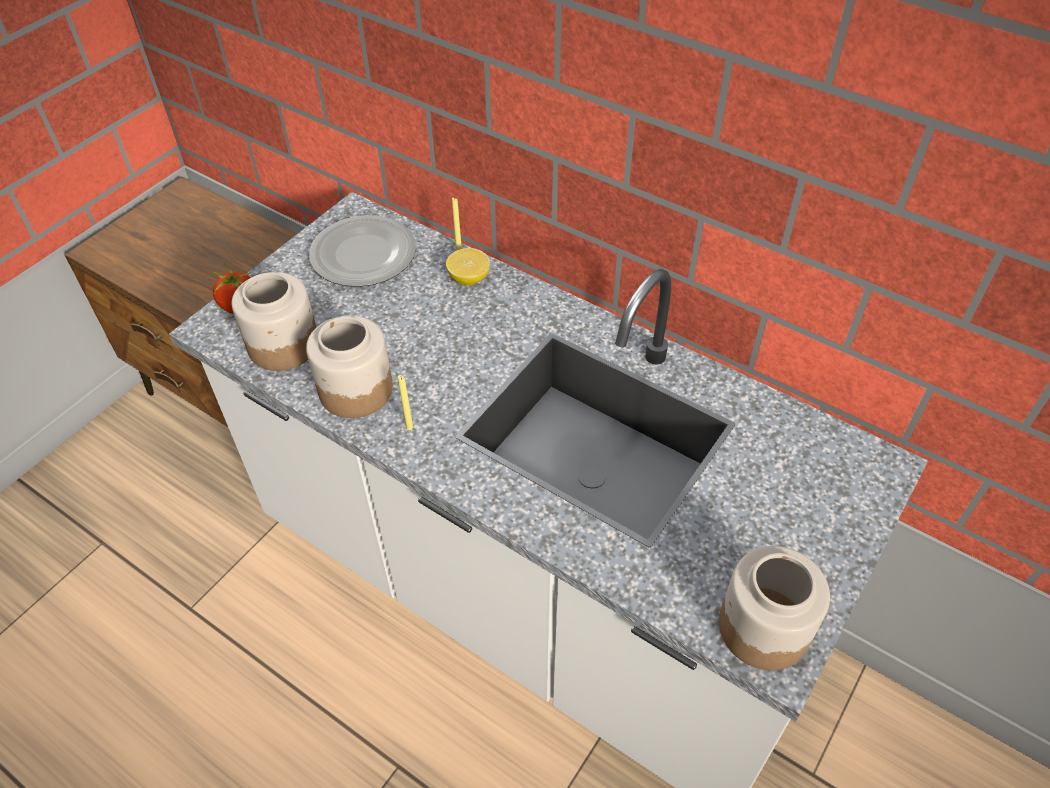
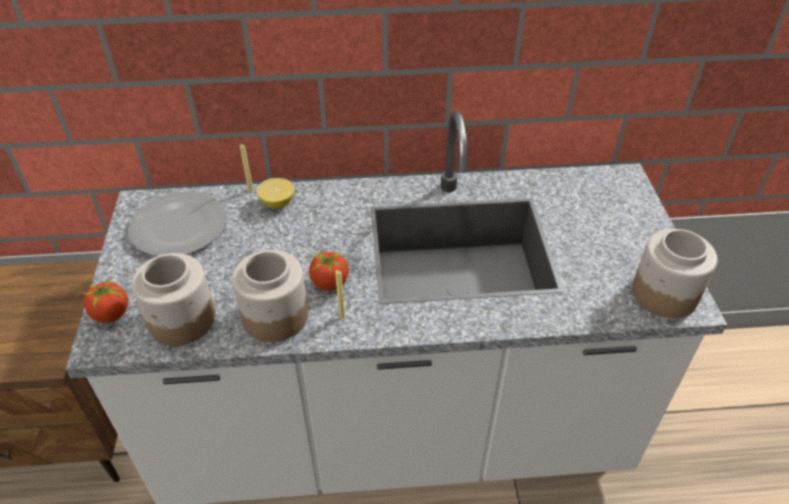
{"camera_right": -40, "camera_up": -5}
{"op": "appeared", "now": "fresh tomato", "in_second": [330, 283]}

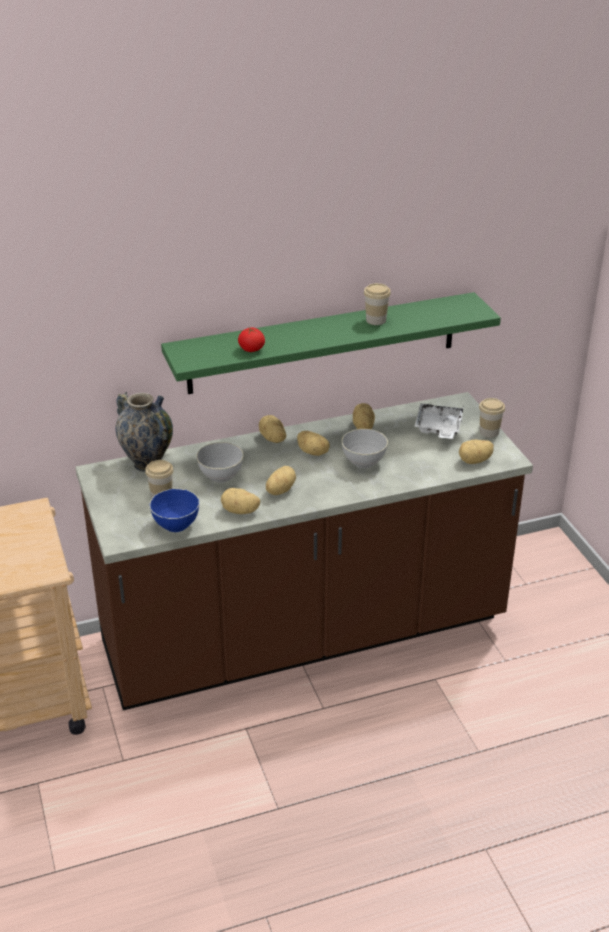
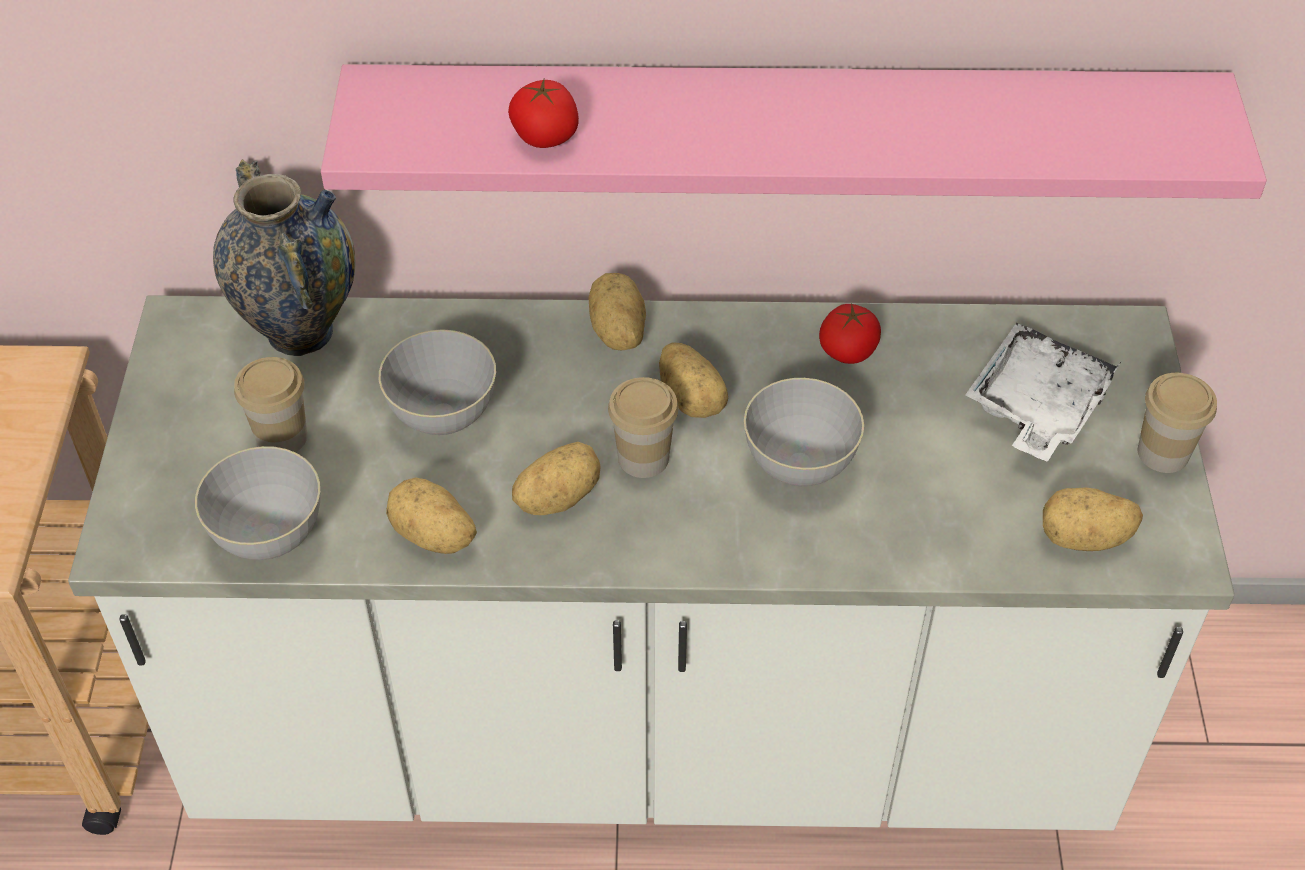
{"camera_right": 20, "camera_up": 15}
{"op": "relocated", "was": "small cup", "in_first": [376, 320], "in_second": [643, 458]}
{"op": "exchanged", "was": "spud", "now": "fresh tomato", "in_first": [362, 427], "in_second": [847, 351]}
{"op": "colour", "was": "kitchen base unit/brown", "now": "kitchen base unit/white-coloured", "in_first": [304, 637], "in_second": [652, 734]}
{"op": "colour", "was": "deep dish/blue", "now": "deep dish/gray", "in_first": [176, 525], "in_second": [269, 535]}
{"op": "colour", "was": "shelf/green", "now": "shelf/pinkish", "in_first": [323, 343], "in_second": [782, 130]}

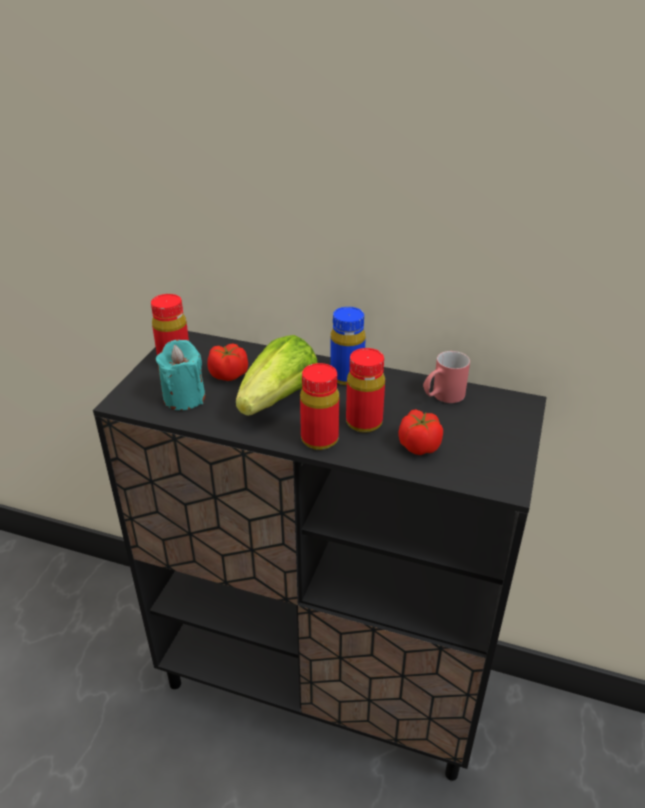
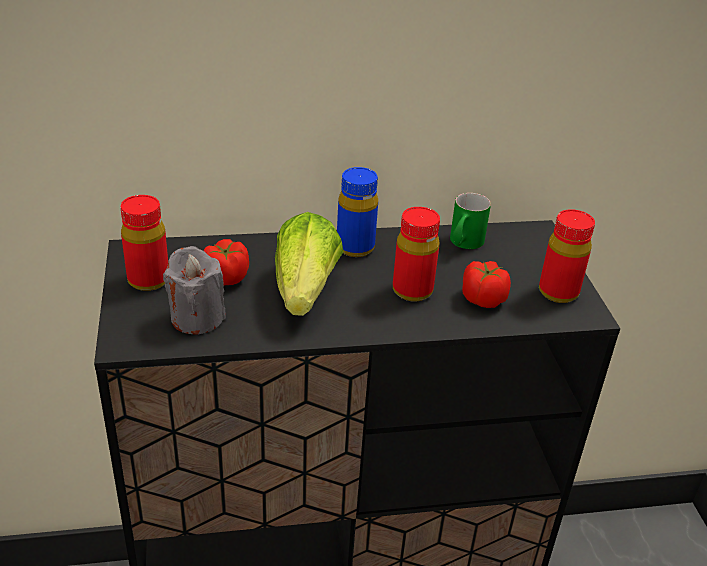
{"camera_right": -30, "camera_up": 0}
{"op": "relocated", "was": "beverage bottle/reddish", "in_first": [319, 439], "in_second": [558, 292]}
{"op": "colour", "was": "wax candle/turquoise-coloured", "now": "wax candle/gray", "in_first": [184, 398], "in_second": [197, 318]}
{"op": "colour", "was": "mug/reddish", "now": "mug/green", "in_first": [442, 397], "in_second": [463, 244]}

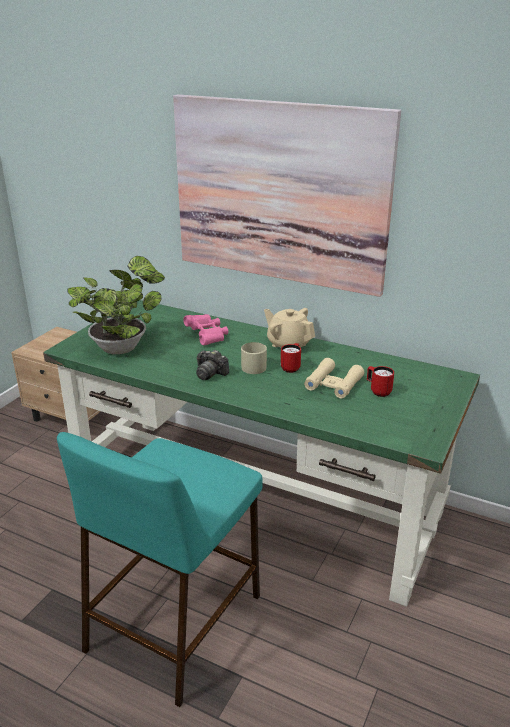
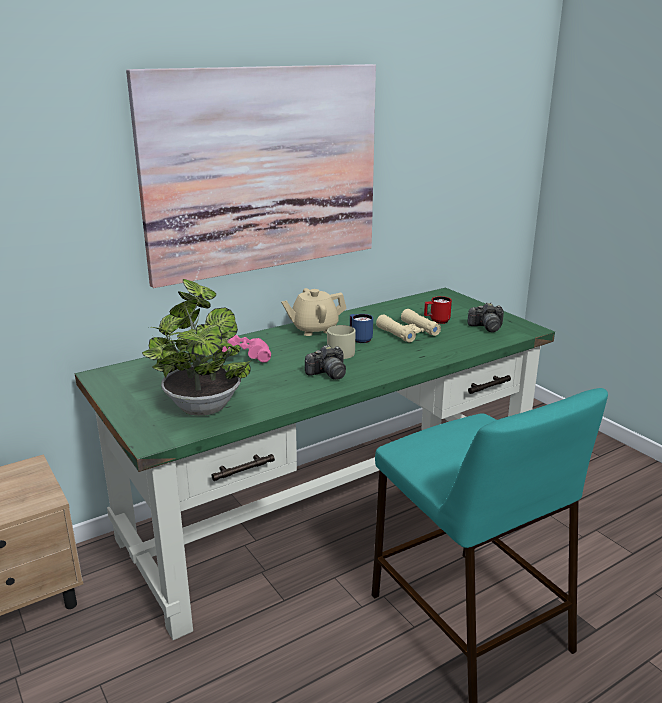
{"camera_right": -60, "camera_up": -5}
{"op": "appeared", "now": "still camera", "in_second": [486, 327]}
{"op": "colour", "was": "mug/reddish", "now": "mug/blue", "in_first": [291, 367], "in_second": [359, 339]}

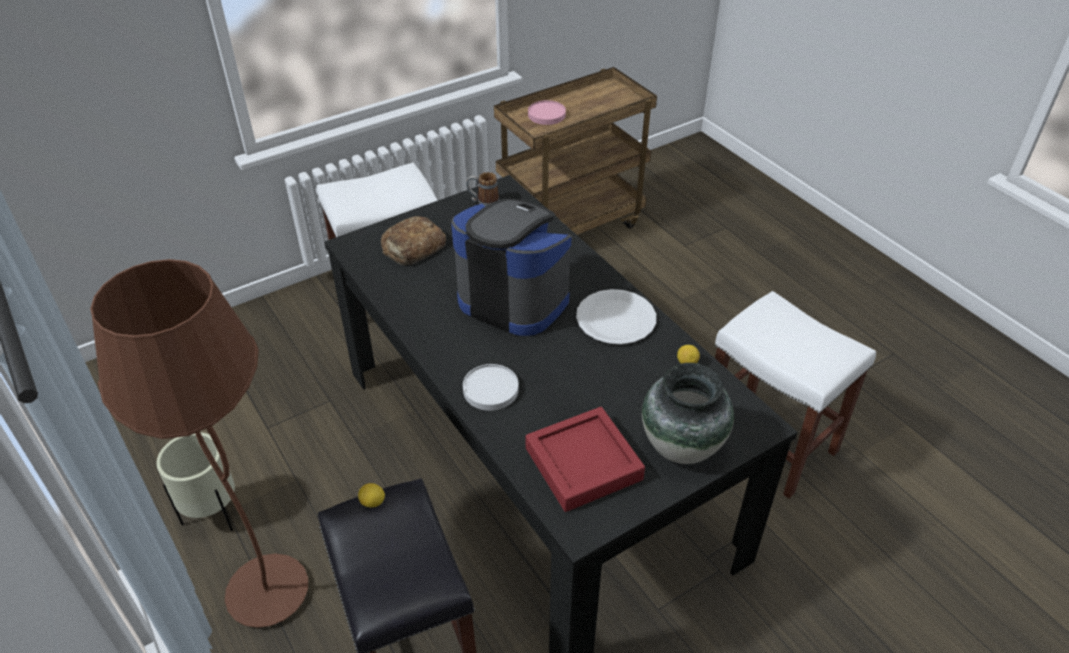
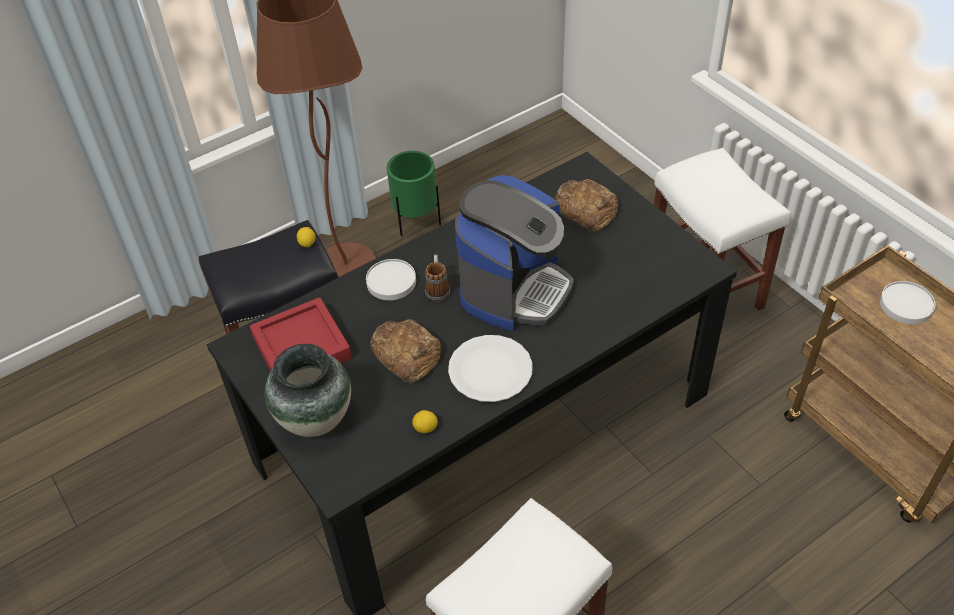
{"camera_right": 90, "camera_up": 5}
{"op": "appeared", "now": "bakery bread", "in_second": [406, 354]}
{"op": "relocated", "was": "mug", "in_first": [483, 202], "in_second": [438, 289]}
{"op": "colour", "was": "planter/beige", "now": "planter/green", "in_first": [214, 515], "in_second": [417, 223]}
{"op": "colour", "was": "flat dish/pinkish", "now": "flat dish/white-coloured", "in_first": [546, 115], "in_second": [905, 305]}

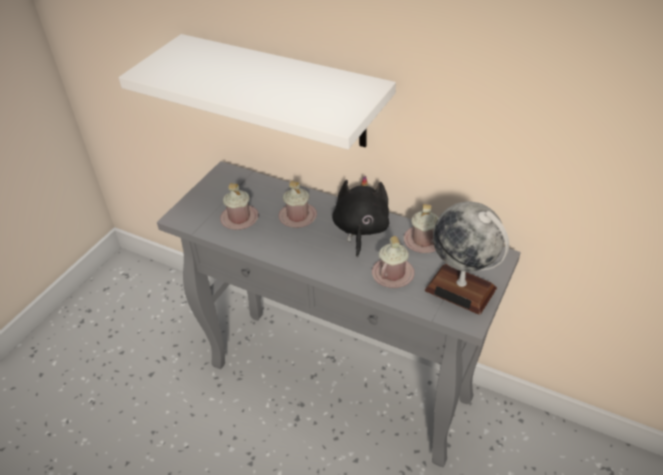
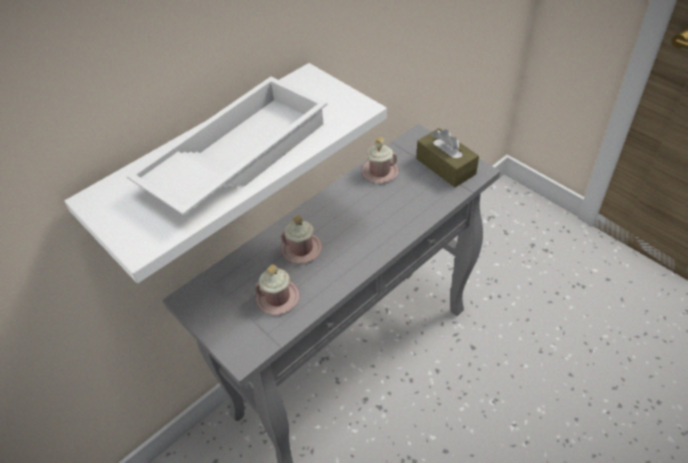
{"camera_right": -70, "camera_up": 5}
{"op": "missing", "was": "soft toy/black-coloured", "in_first": [360, 229]}
{"op": "missing", "was": "mug/pinkish", "in_first": [393, 274]}
{"op": "appeared", "now": "carrying tray/white-coloured", "in_second": [235, 155]}
{"op": "exchanged", "was": "globe", "now": "tissue box/brown", "in_first": [461, 289], "in_second": [445, 166]}

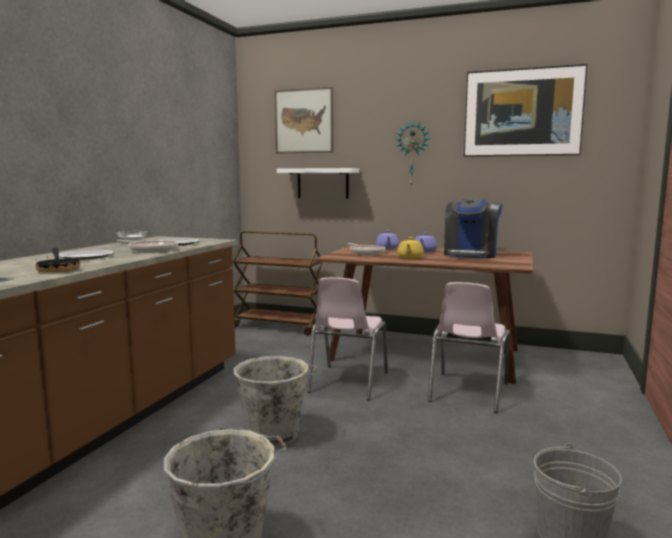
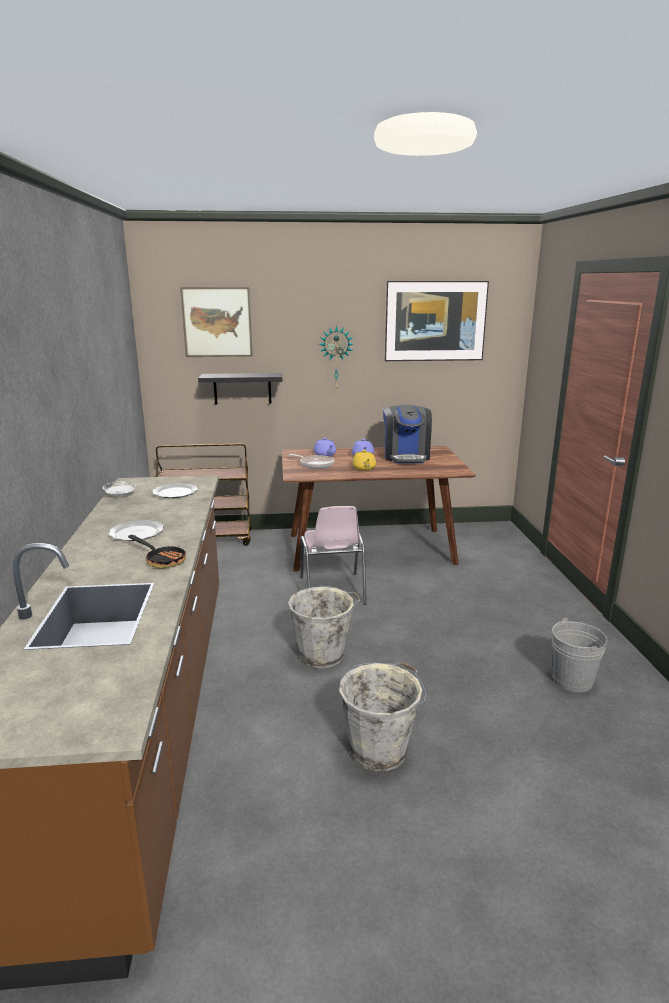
{"camera_right": -25, "camera_up": 10}
{"op": "missing", "was": "skillet", "in_first": [151, 250]}
{"op": "missing", "was": "upright chair/pinkish", "in_first": [467, 392]}
{"op": "colour", "was": "shelf/white-coloured", "now": "shelf/black-coloured", "in_first": [323, 183], "in_second": [242, 388]}

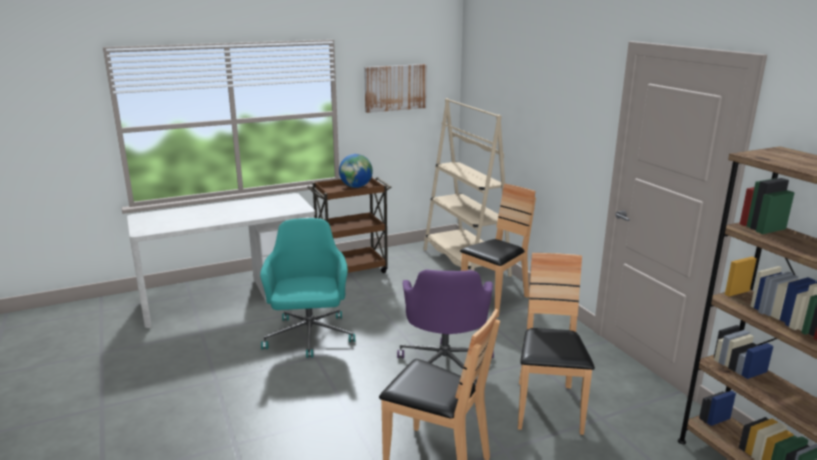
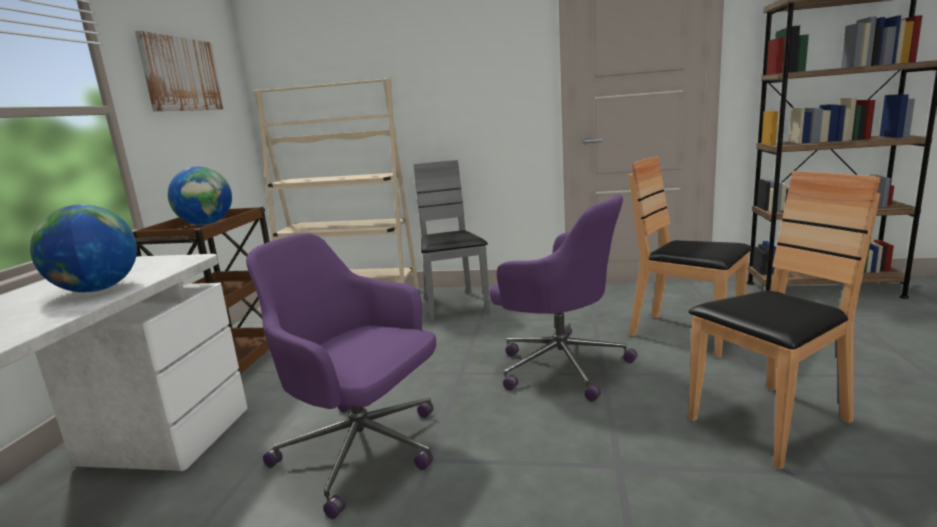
{"camera_right": -55, "camera_up": -5}
{"op": "appeared", "now": "globe", "in_second": [97, 290]}
{"op": "colour", "was": "desk chair/turquoise-coloured", "now": "desk chair/purplish", "in_first": [309, 337], "in_second": [363, 451]}
{"op": "colour", "was": "upright chair/brown", "now": "upright chair/gray", "in_first": [495, 300], "in_second": [454, 306]}

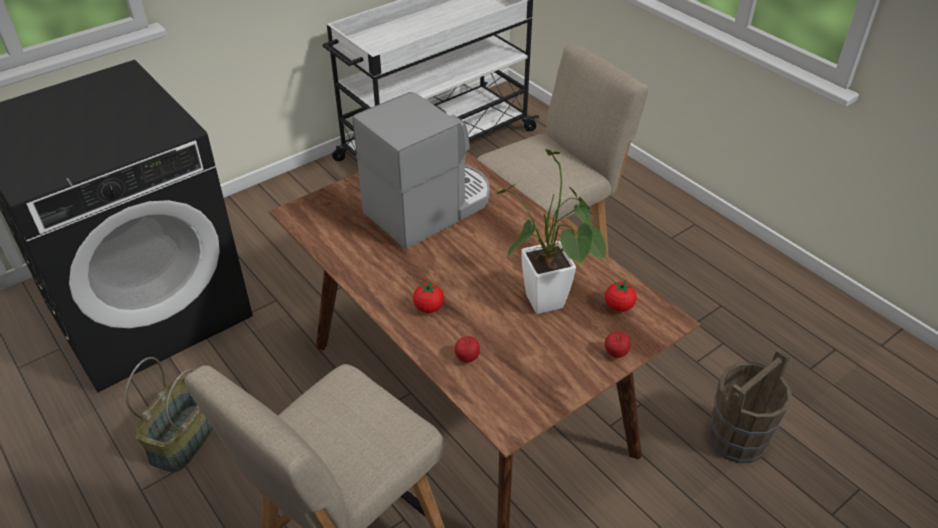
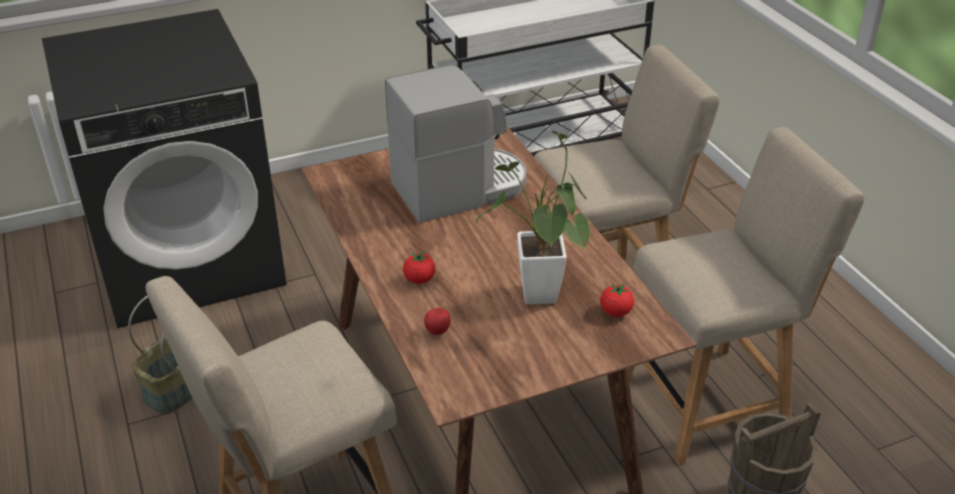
{"camera_right": 15, "camera_up": -5}
{"op": "missing", "was": "apple", "in_first": [615, 354]}
{"op": "appeared", "now": "upright chair/beige", "in_second": [710, 401]}

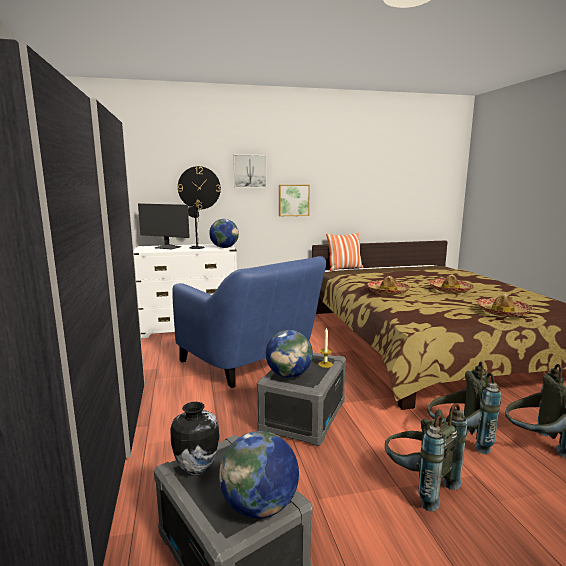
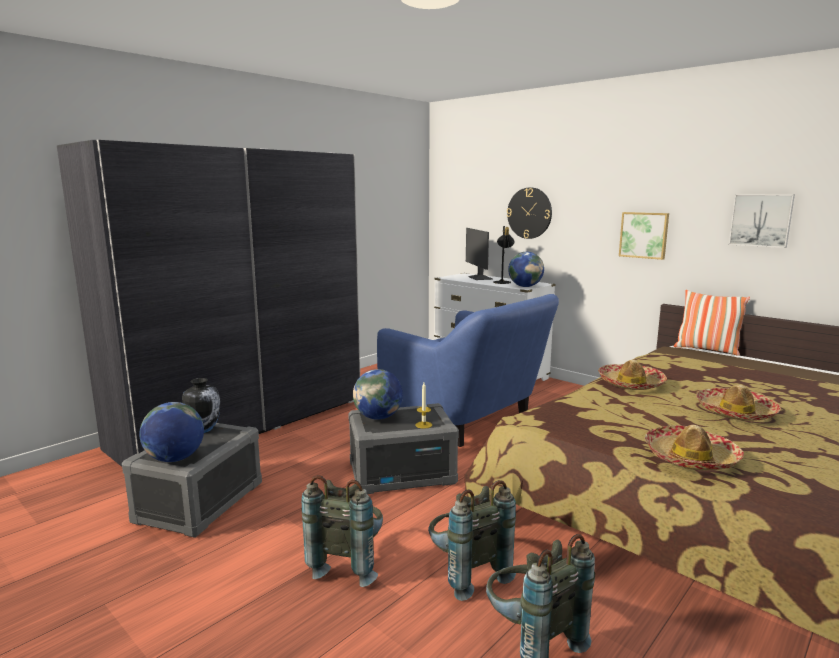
{"camera_right": 55, "camera_up": 0}
{"op": "relocated", "was": "wall picture", "in_first": [249, 171], "in_second": [761, 220]}
{"op": "spun", "was": "lounge chair/blue", "in_first": [252, 363], "in_second": [467, 420], "clockwise": -60}

